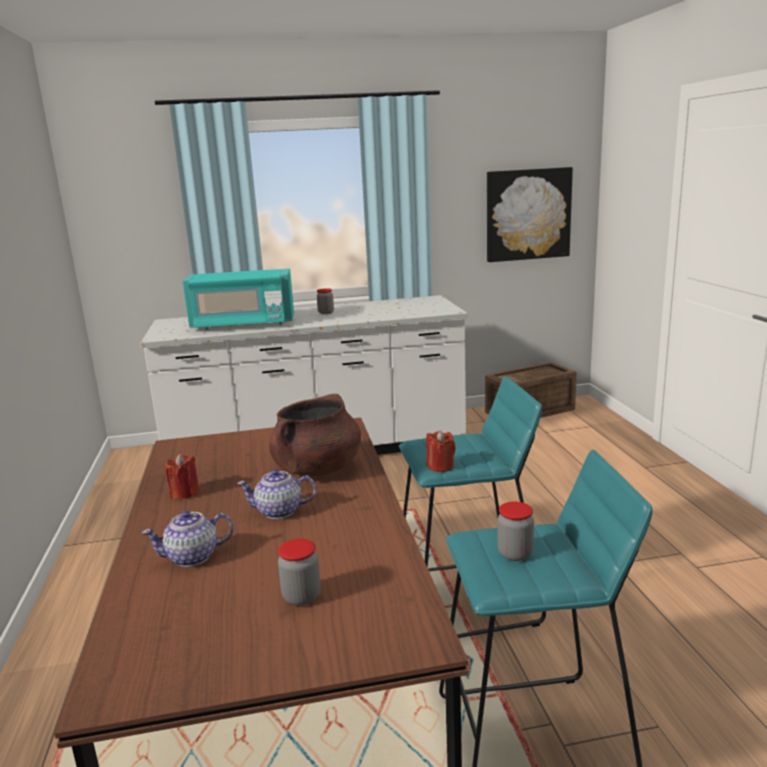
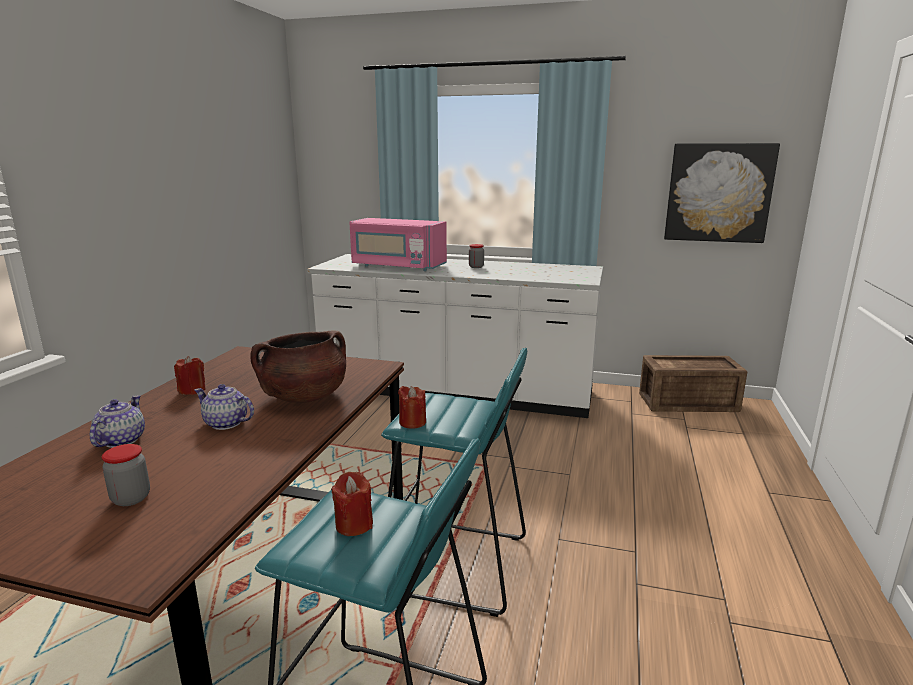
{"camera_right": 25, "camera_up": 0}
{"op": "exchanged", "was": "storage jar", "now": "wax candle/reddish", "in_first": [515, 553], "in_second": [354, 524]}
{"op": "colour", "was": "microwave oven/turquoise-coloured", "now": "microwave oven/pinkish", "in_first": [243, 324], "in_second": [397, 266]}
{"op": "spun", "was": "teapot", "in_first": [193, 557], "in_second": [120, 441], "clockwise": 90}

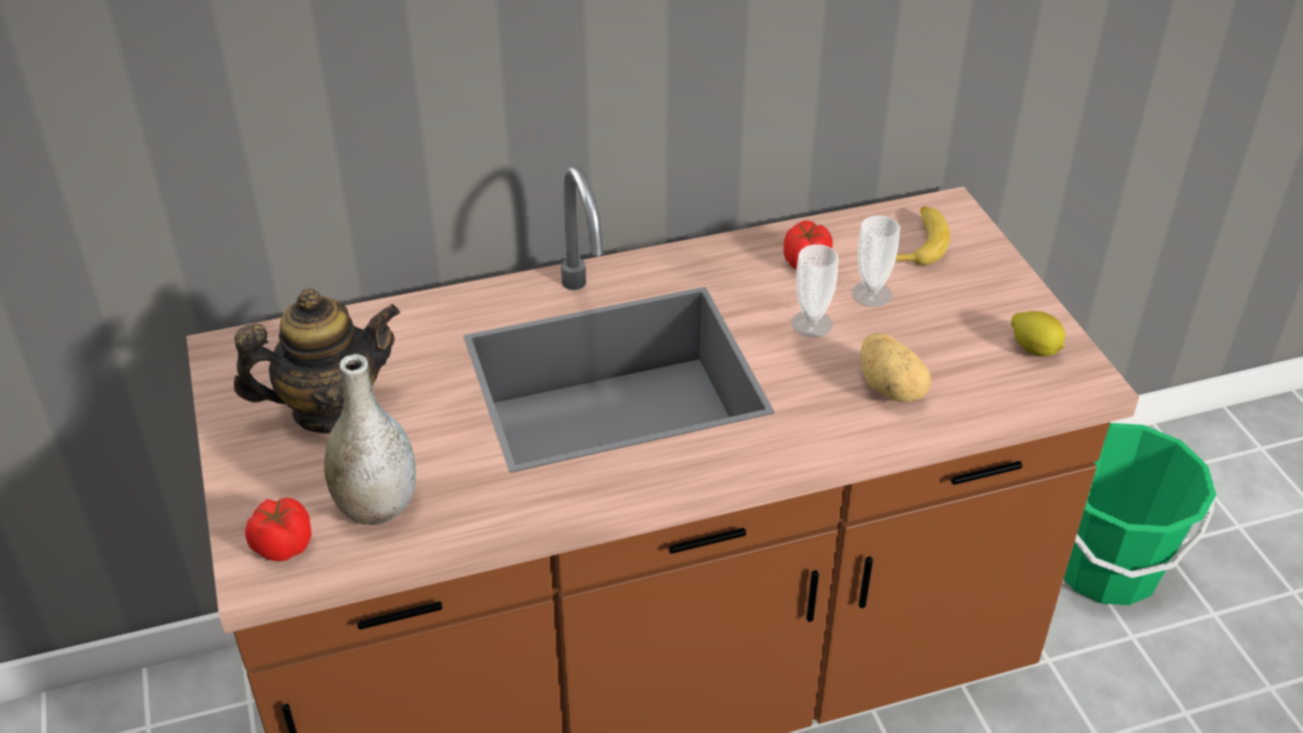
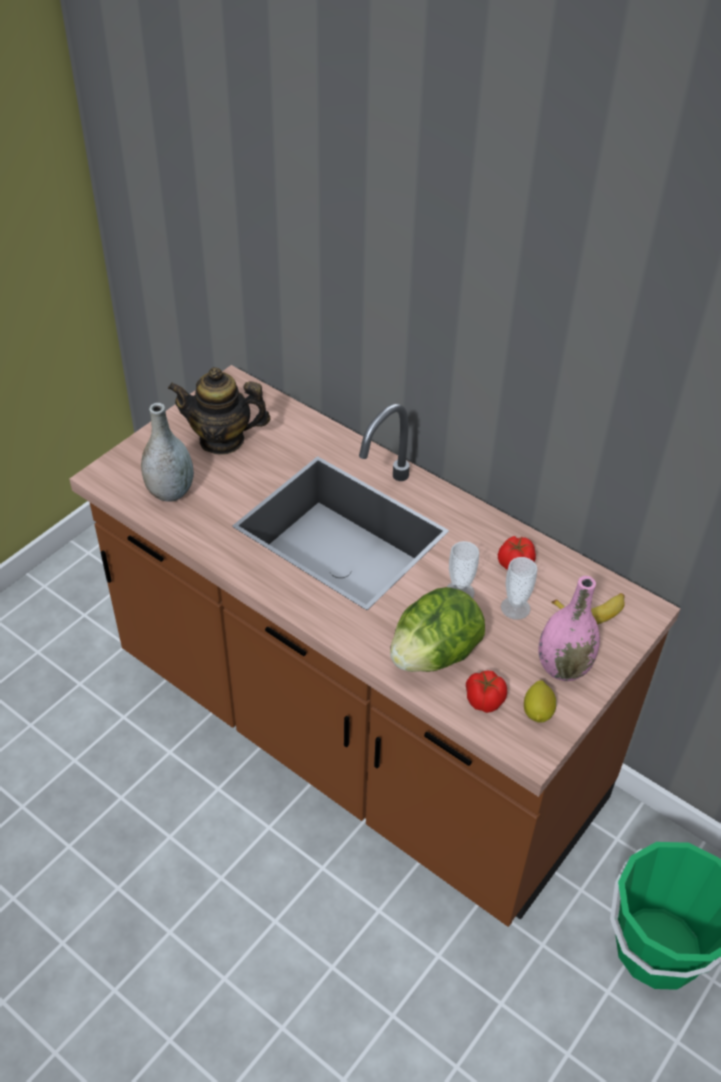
{"camera_right": 55, "camera_up": 5}
{"op": "appeared", "now": "flower vase/pinkish", "in_second": [563, 667]}
{"op": "relocated", "was": "fresh tomato", "in_first": [282, 546], "in_second": [483, 700]}
{"op": "exchanged", "was": "spud", "now": "head of lettuce", "in_first": [892, 388], "in_second": [434, 654]}
{"op": "spun", "was": "teapot", "in_first": [330, 409], "in_second": [222, 440], "clockwise": 150}

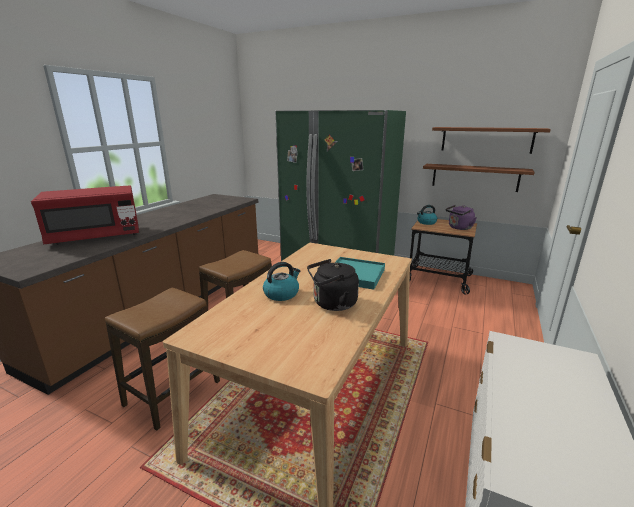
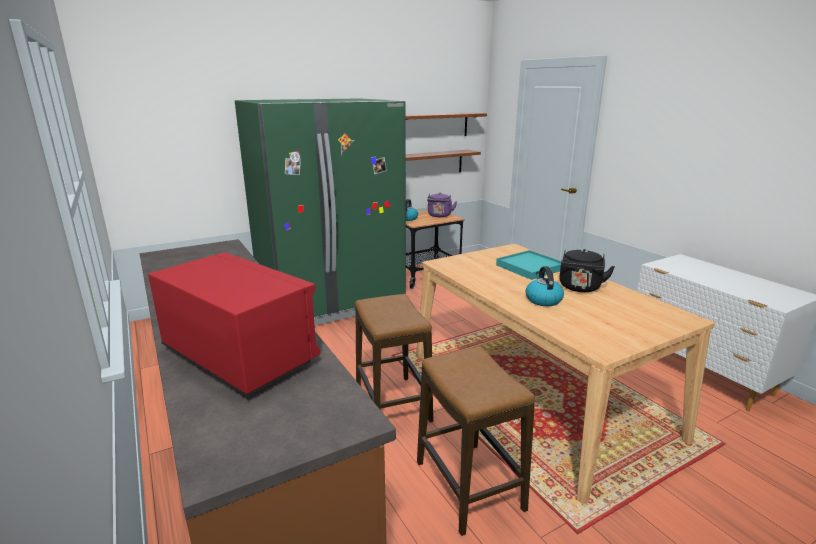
{"camera_right": -55, "camera_up": 0}
{"op": "spun", "was": "microwave oven/reddish", "in_first": [96, 237], "in_second": [239, 356], "clockwise": -60}

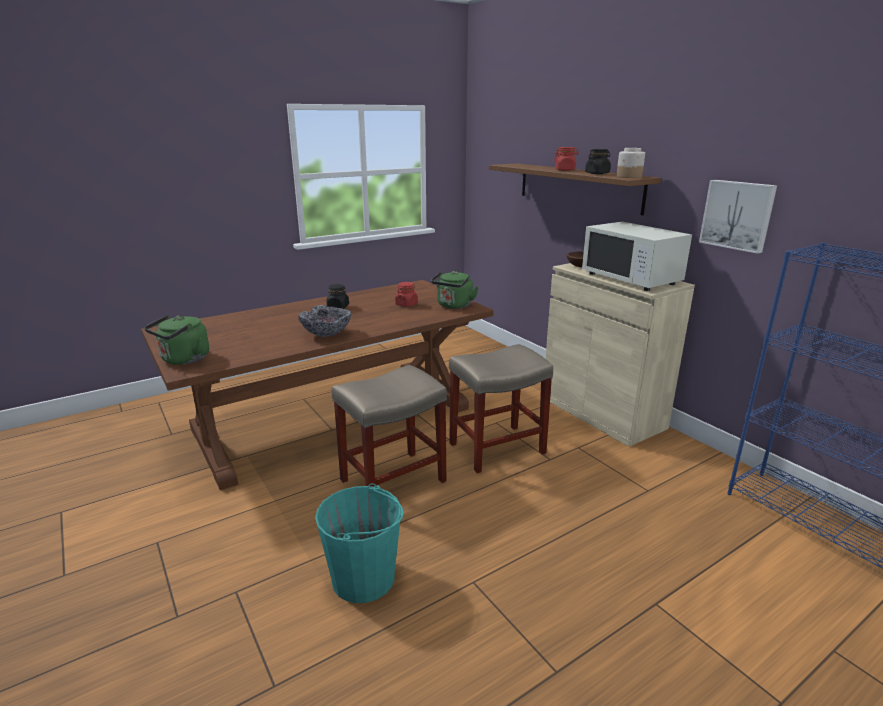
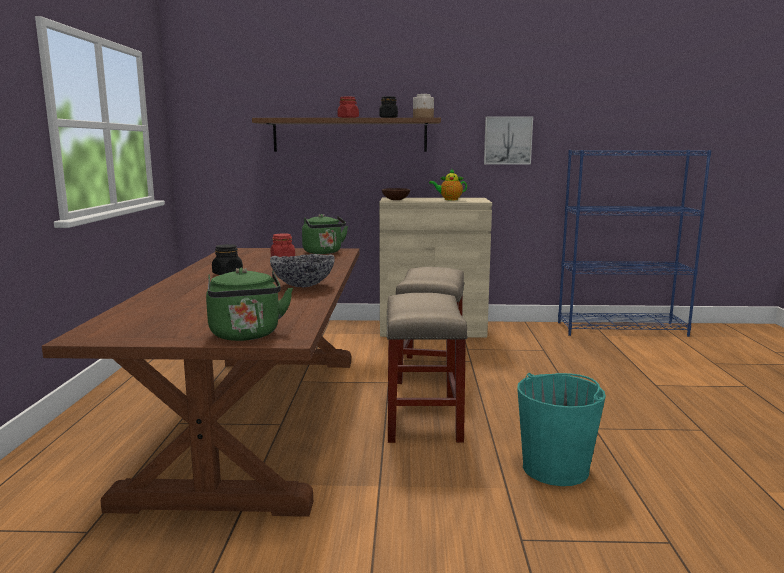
{"camera_right": -55, "camera_up": -10}
{"op": "exchanged", "was": "microwave oven/white-coloured", "now": "teapot", "in_first": [631, 278], "in_second": [449, 199]}

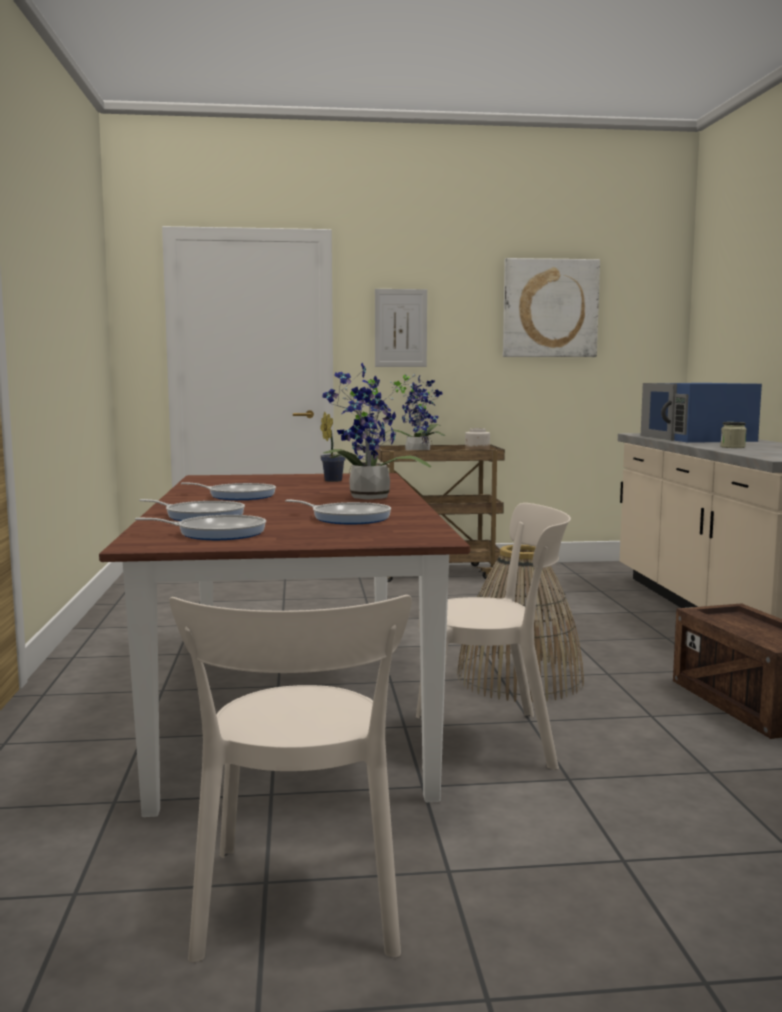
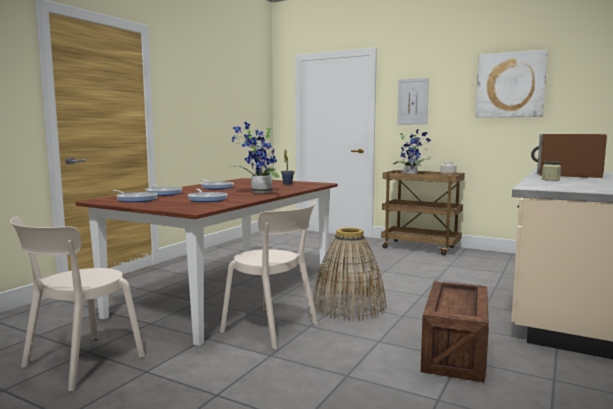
{"camera_right": 35, "camera_up": 0}
{"op": "colour", "was": "microwave oven/blue", "now": "microwave oven/brown", "in_first": [697, 438], "in_second": [567, 174]}

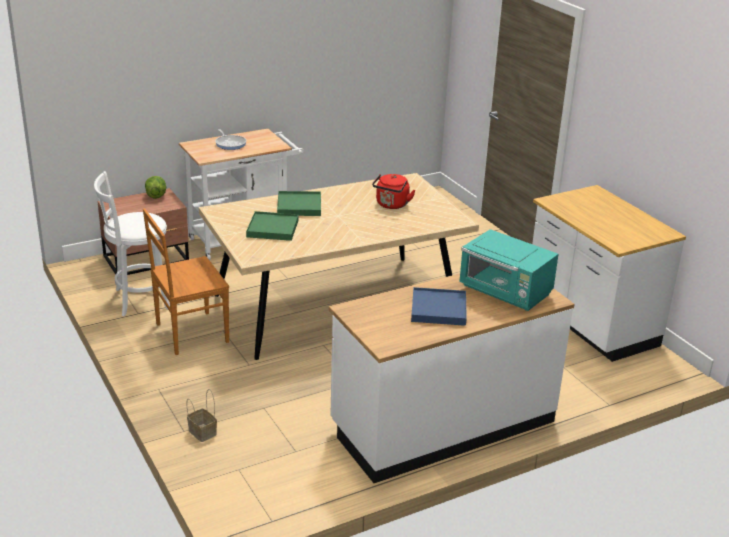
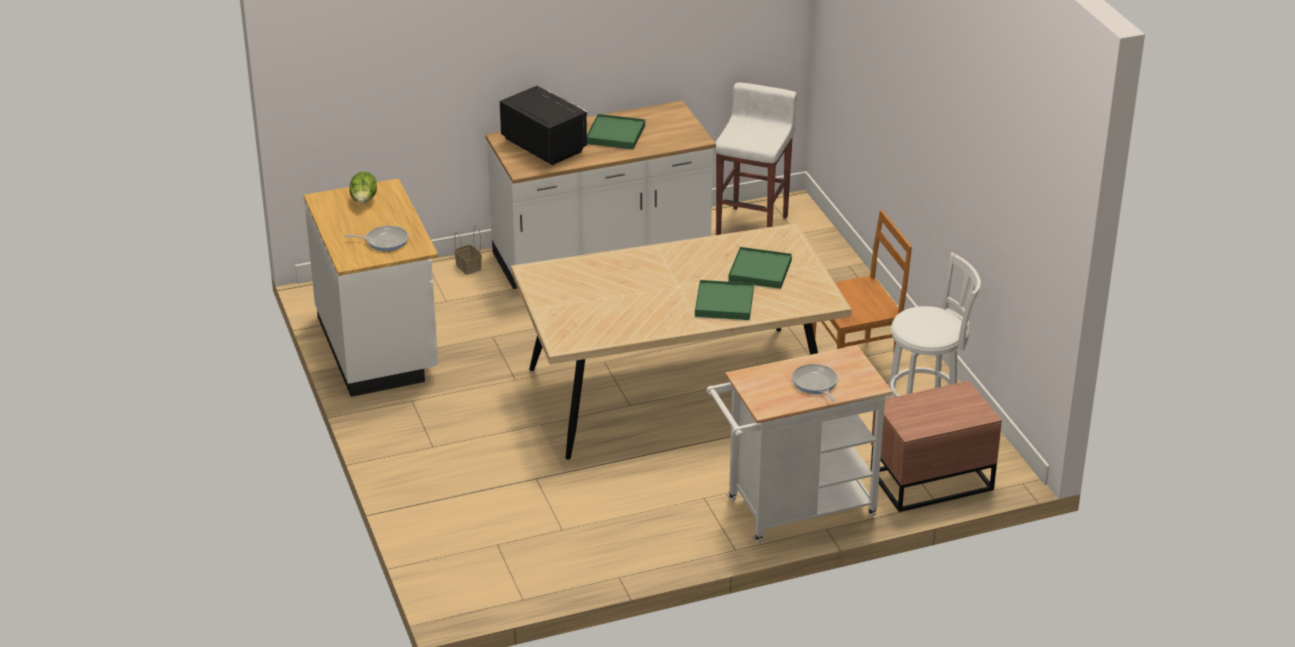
{"camera_right": -170, "camera_up": 5}
{"op": "missing", "was": "water kettle/reddish", "in_first": [391, 205]}
{"op": "appeared", "now": "skillet", "in_second": [384, 241]}
{"op": "appeared", "now": "stool seat/white-coloured", "in_second": [753, 226]}
{"op": "relocated", "was": "head of lettuce", "in_first": [156, 195], "in_second": [364, 201]}
{"op": "relocated", "was": "household basket", "in_first": [201, 432], "in_second": [469, 267]}
{"op": "colour", "was": "carrying tray/blue", "now": "carrying tray/green", "in_first": [438, 309], "in_second": [615, 135]}
{"op": "colour", "was": "microwave oven/turquoise-coloured", "now": "microwave oven/black-coloured", "in_first": [505, 293], "in_second": [544, 146]}

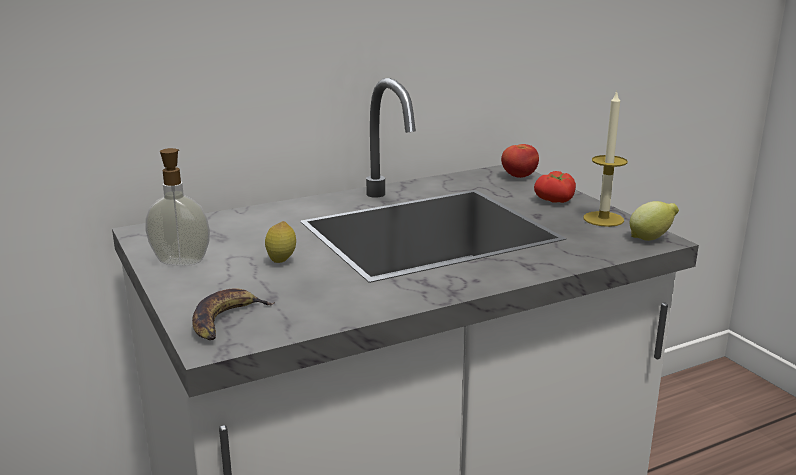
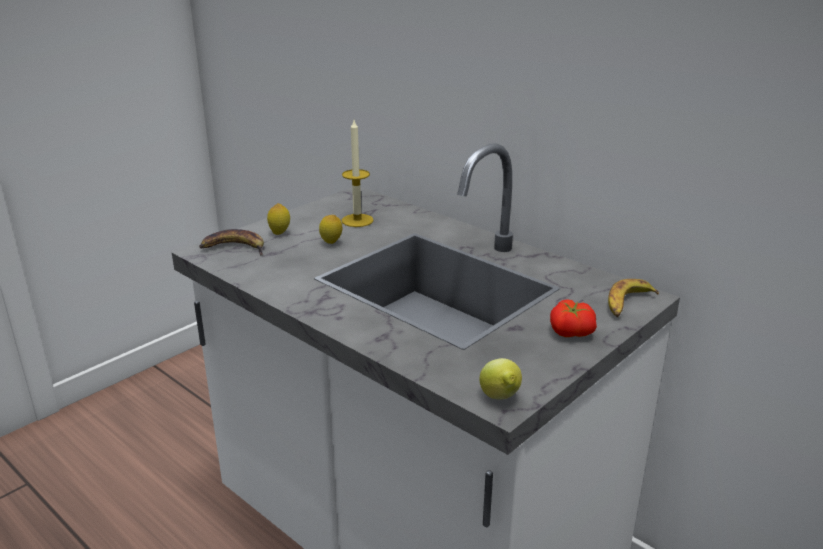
{"camera_right": 70, "camera_up": 5}
{"op": "missing", "was": "soap bottle", "in_first": [181, 261]}
{"op": "appeared", "now": "whole lemon", "in_second": [280, 233]}
{"op": "relocated", "was": "wax candle", "in_first": [603, 219], "in_second": [357, 220]}
{"op": "exchanged", "was": "fresh tomato", "now": "banana", "in_first": [519, 177], "in_second": [627, 304]}

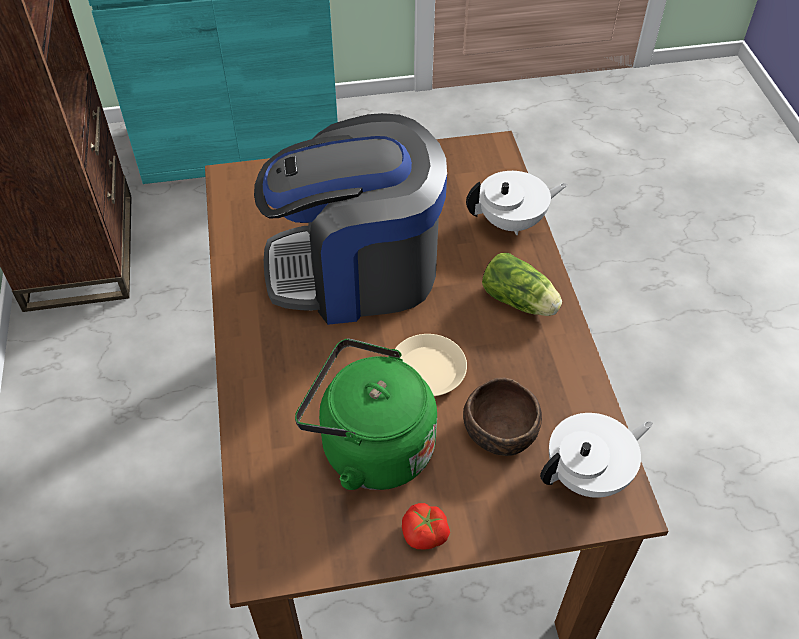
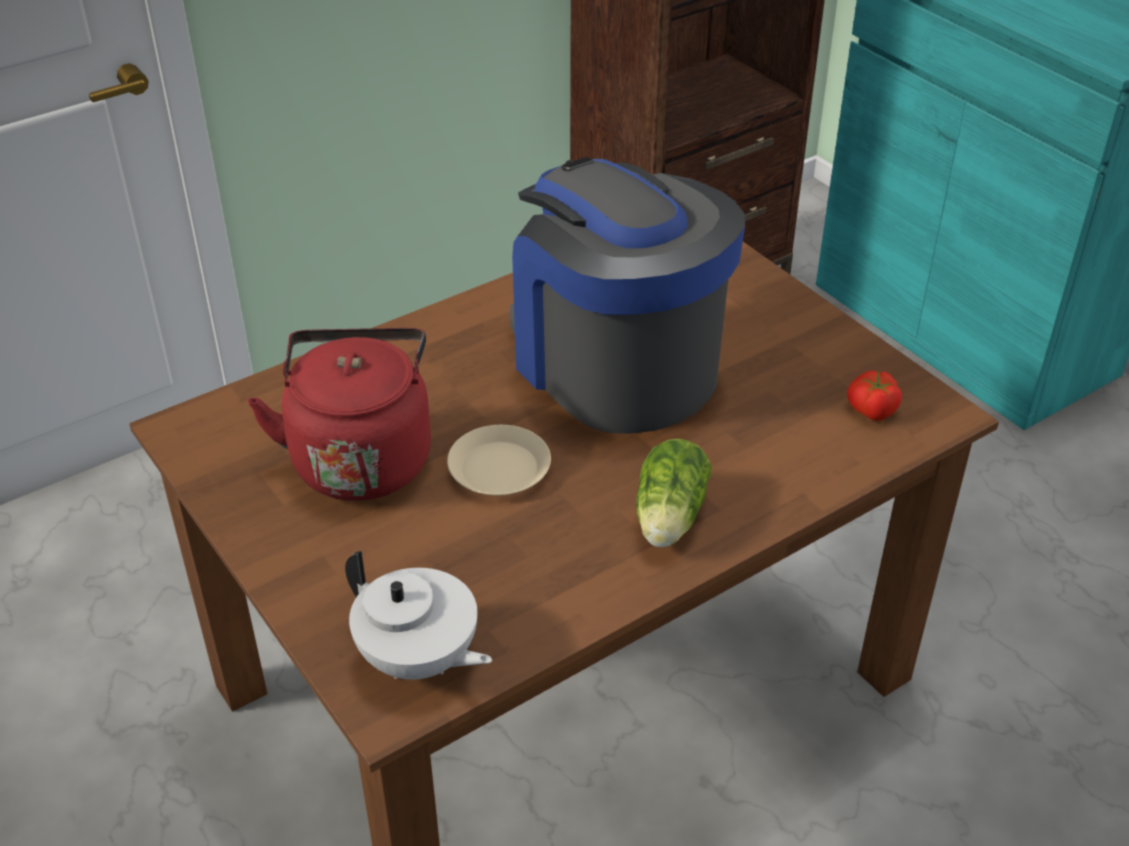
{"camera_right": 65, "camera_up": -10}
{"op": "missing", "was": "deep dish/brown", "in_first": [500, 432]}
{"op": "missing", "was": "teapot/white-coloured", "in_first": [512, 222]}
{"op": "relocated", "was": "fresh tomato", "in_first": [425, 534], "in_second": [871, 409]}
{"op": "colour", "was": "water kettle/green", "now": "water kettle/reddish", "in_first": [370, 447], "in_second": [361, 457]}

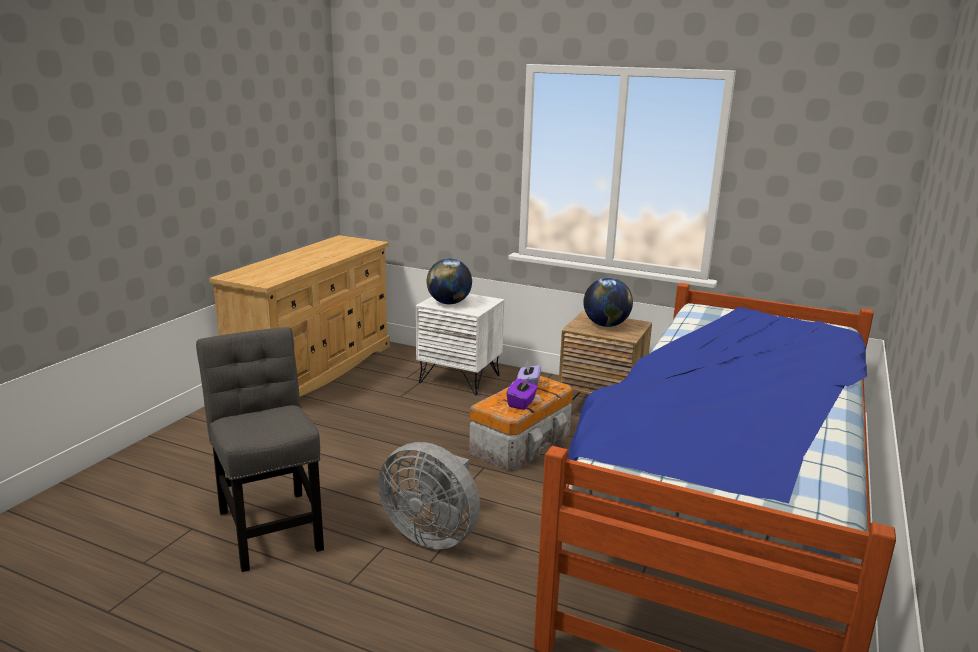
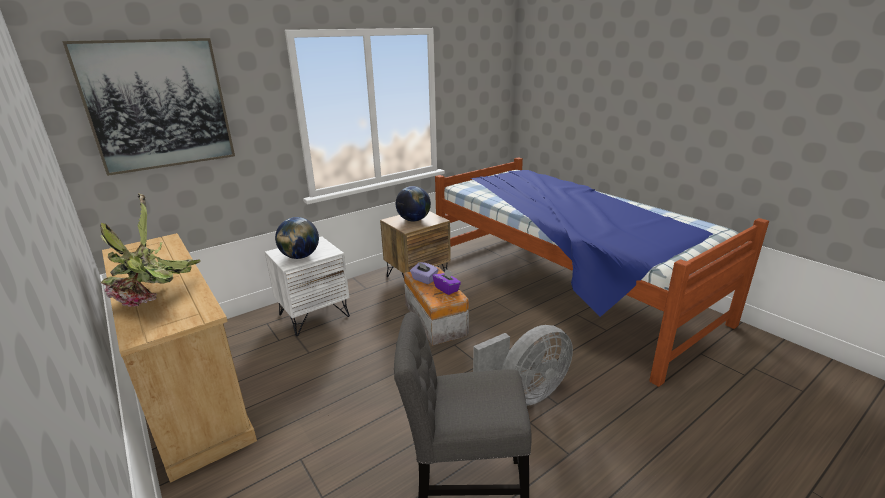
{"camera_right": -60, "camera_up": 5}
{"op": "appeared", "now": "wall picture", "in_second": [158, 105]}
{"op": "appeared", "now": "houseplant", "in_second": [158, 298]}

